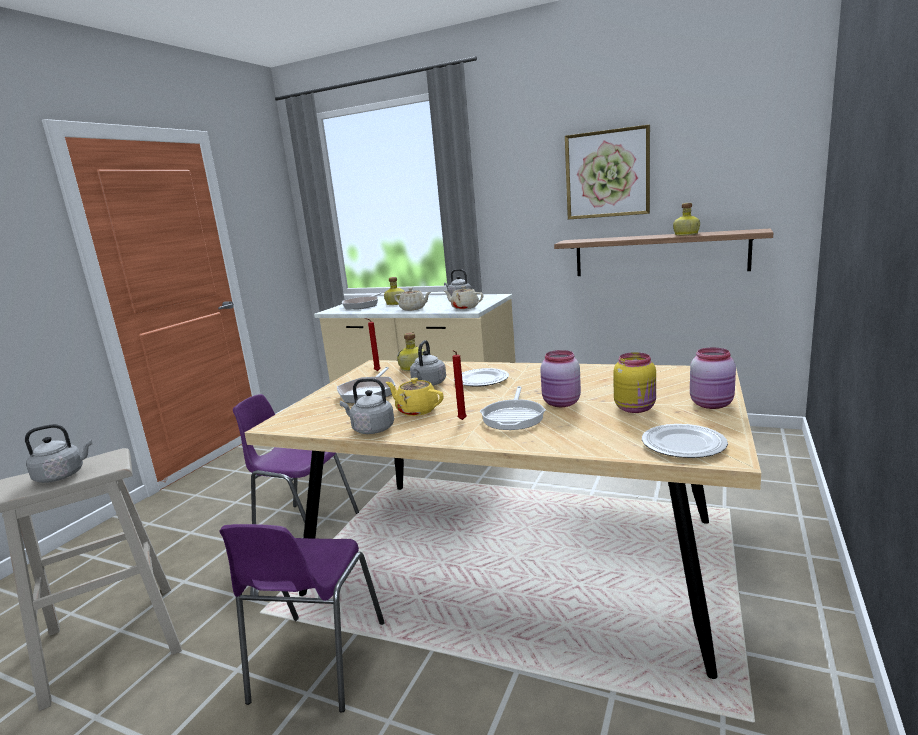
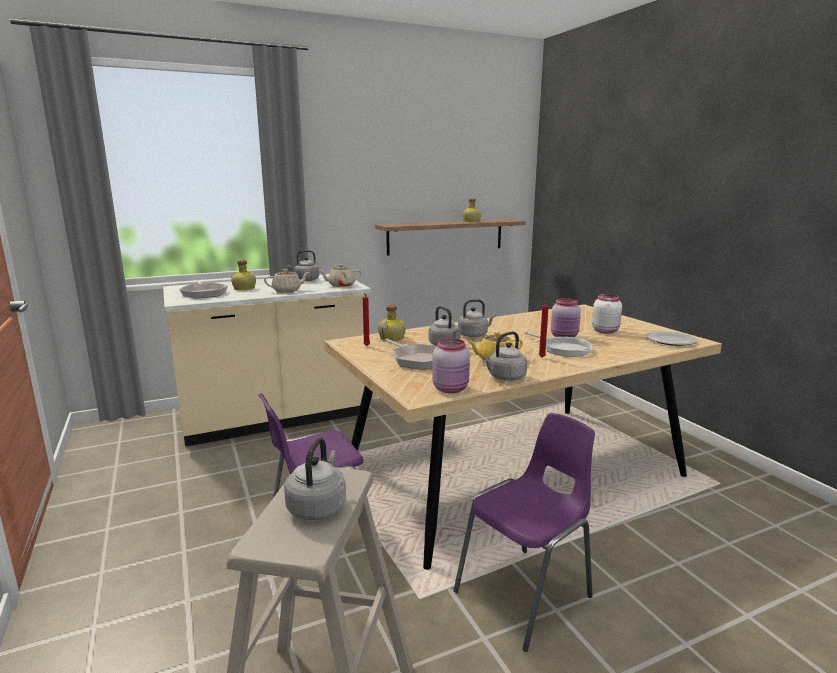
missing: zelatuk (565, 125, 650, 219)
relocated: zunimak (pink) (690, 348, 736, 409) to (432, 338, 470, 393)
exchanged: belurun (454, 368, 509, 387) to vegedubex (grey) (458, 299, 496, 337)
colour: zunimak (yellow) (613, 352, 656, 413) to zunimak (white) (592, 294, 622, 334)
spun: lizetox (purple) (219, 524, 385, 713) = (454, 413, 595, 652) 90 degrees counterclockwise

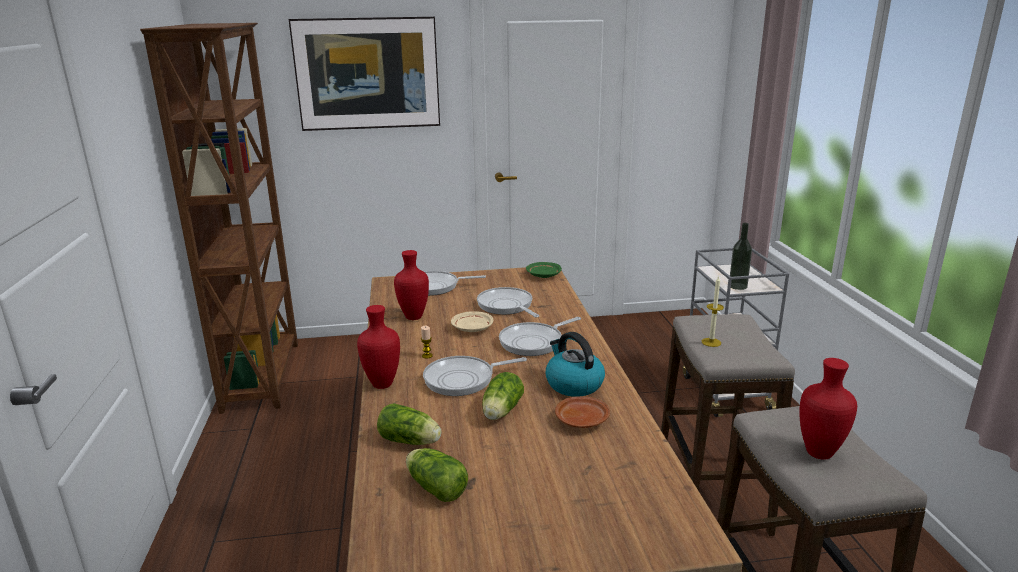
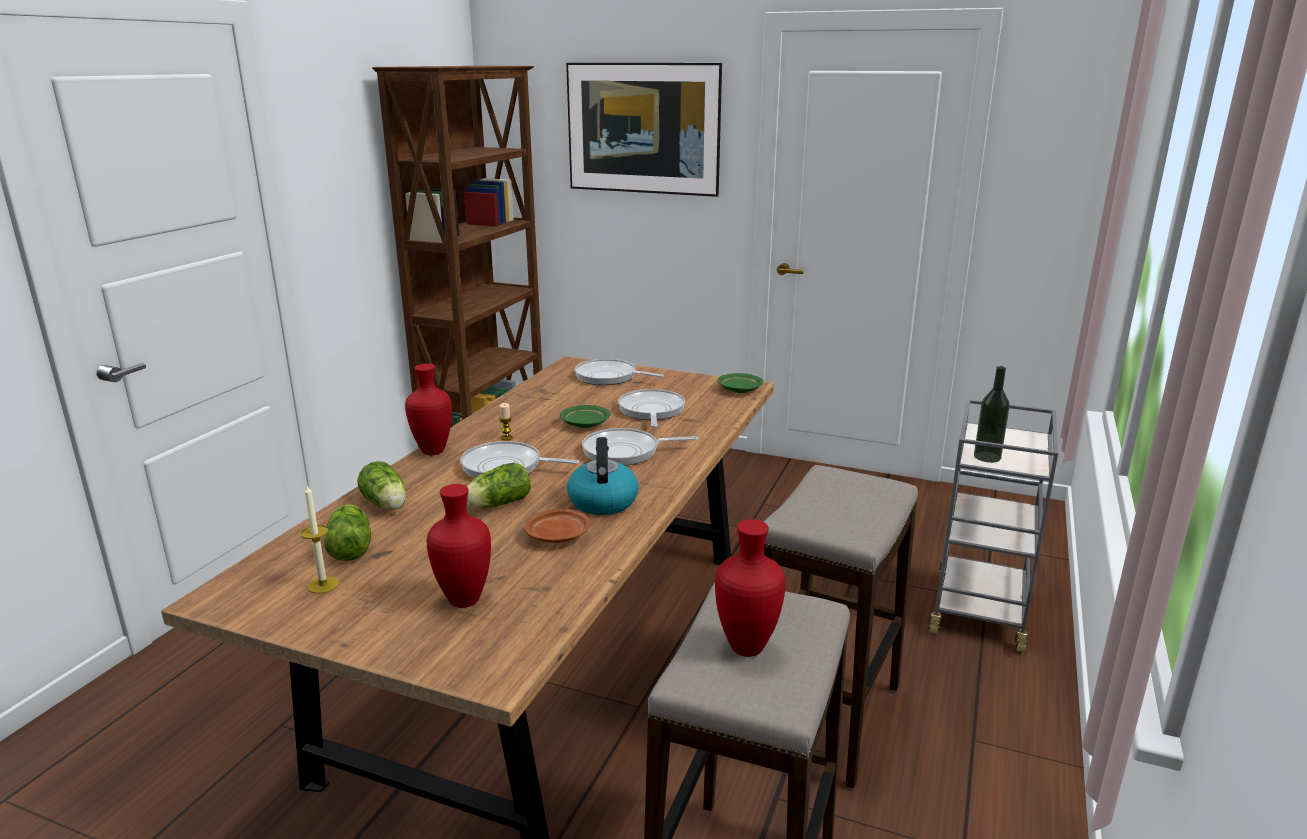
relocated: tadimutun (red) (394, 250, 429, 320) to (427, 484, 491, 608); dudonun (702, 275, 724, 347) to (301, 485, 339, 594)
colour: belurun (beige) (451, 311, 493, 332) to belurun (green) (560, 405, 611, 428)

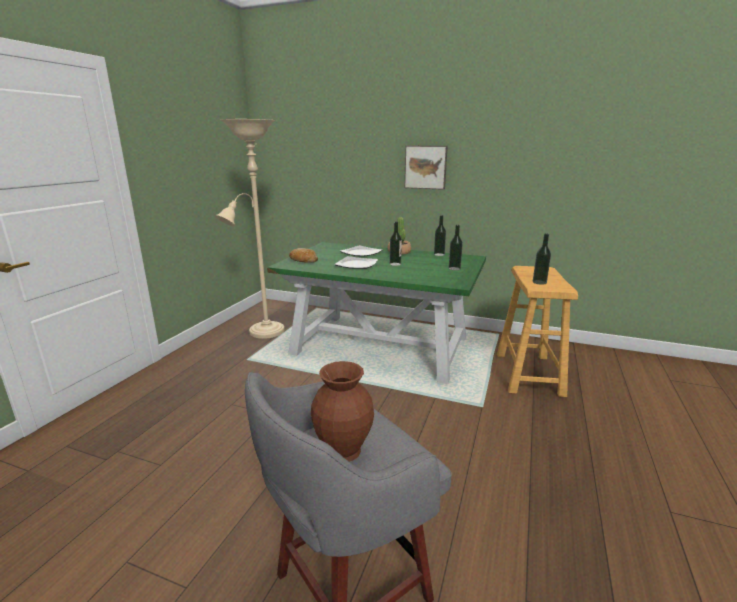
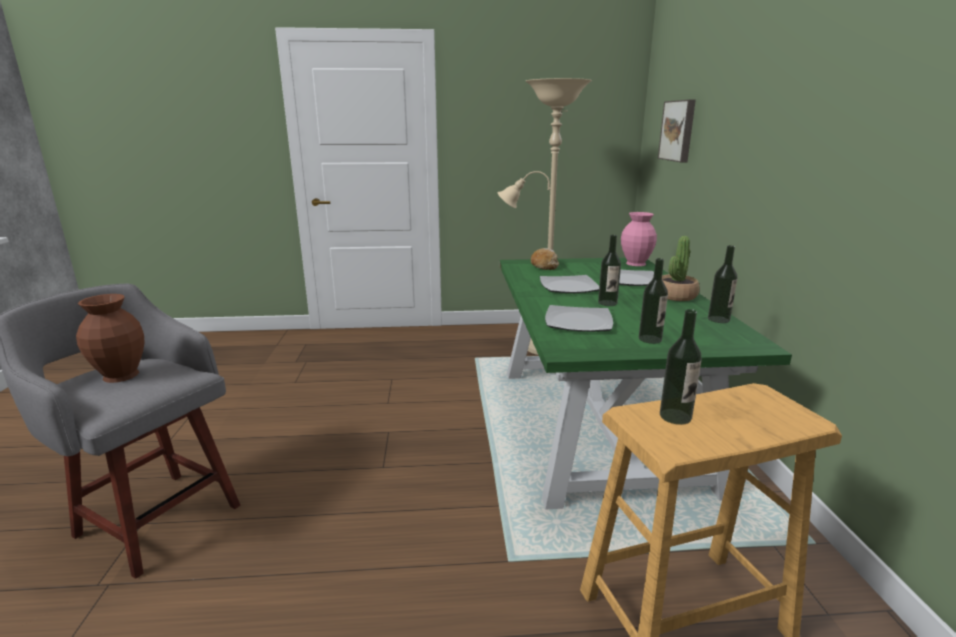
appeared: tadimutun (pink) (621, 212, 657, 266); belurun (545, 305, 613, 332)
relocated: zelatuk (404, 146, 448, 190) to (658, 99, 696, 162)

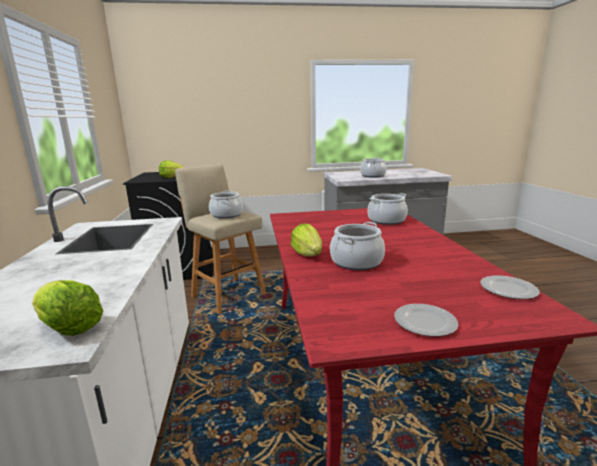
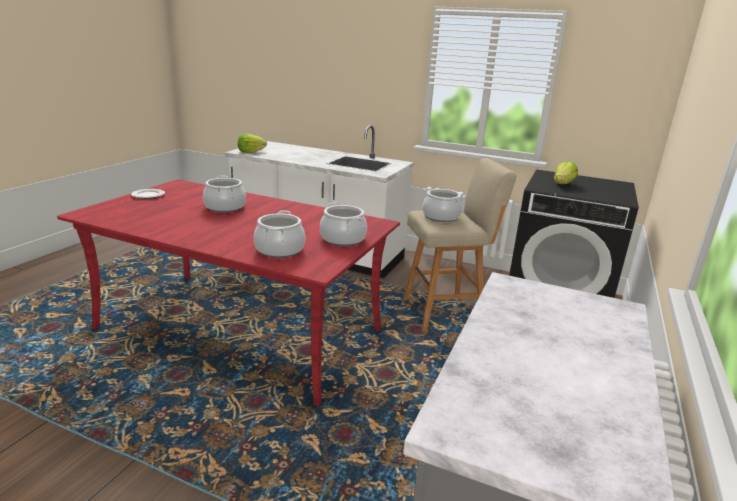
missing: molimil (291, 224, 322, 257); belurun (480, 275, 540, 299)
relocated: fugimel (360, 158, 387, 178) to (320, 203, 367, 246)

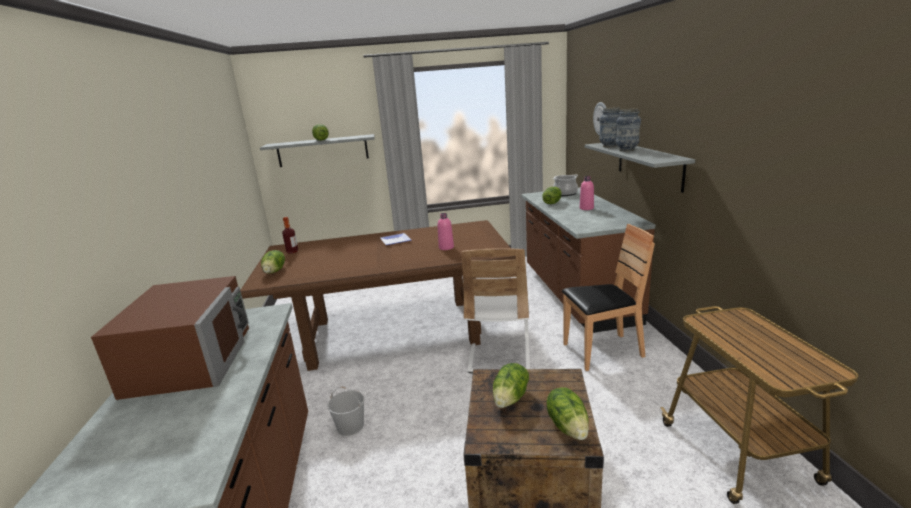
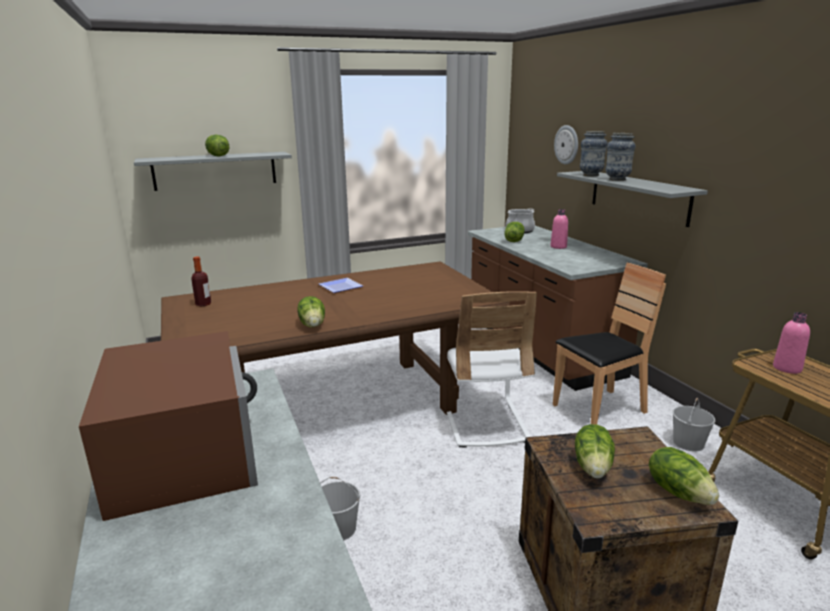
appeared: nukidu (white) (672, 398, 715, 452)
relocated: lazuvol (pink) (438, 213, 454, 250) to (773, 312, 810, 374); molimil (261, 250, 285, 273) to (297, 296, 325, 327)

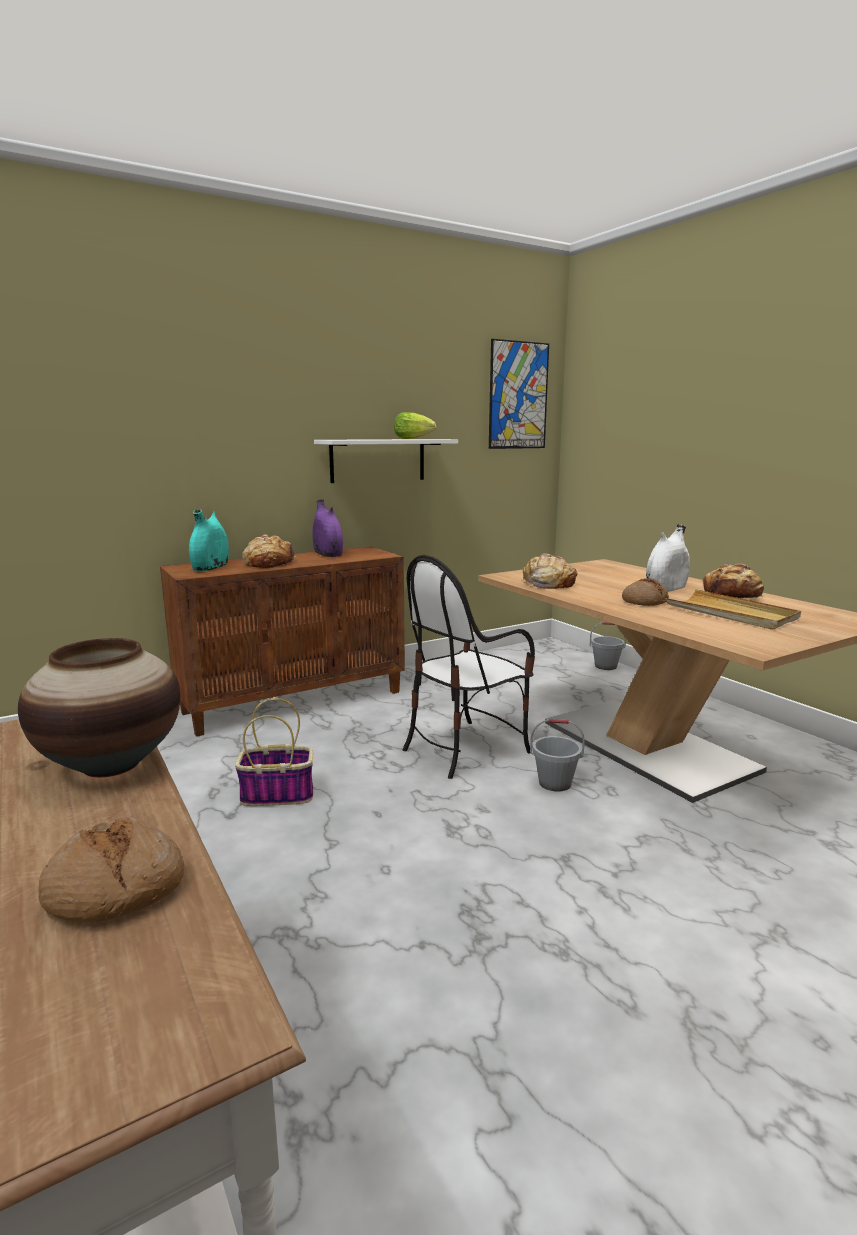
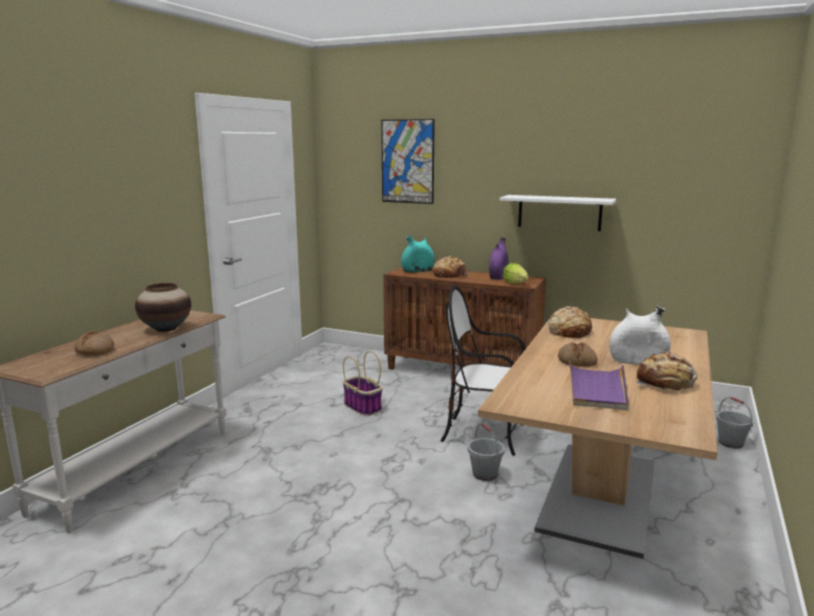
relocated: zelatuk (489, 339, 549, 449) to (381, 119, 435, 204); molimil (394, 412, 436, 439) to (503, 263, 529, 284)
colour: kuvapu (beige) (665, 589, 801, 630) to kuvapu (purple) (569, 360, 628, 411)

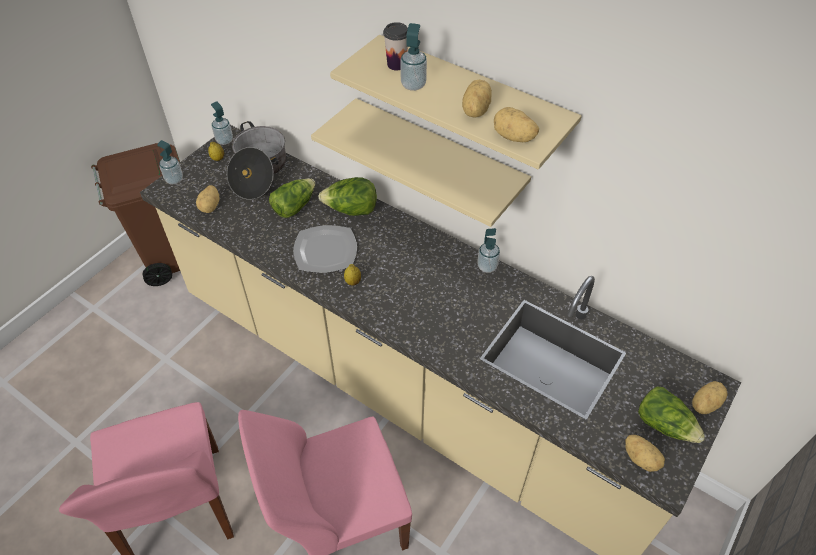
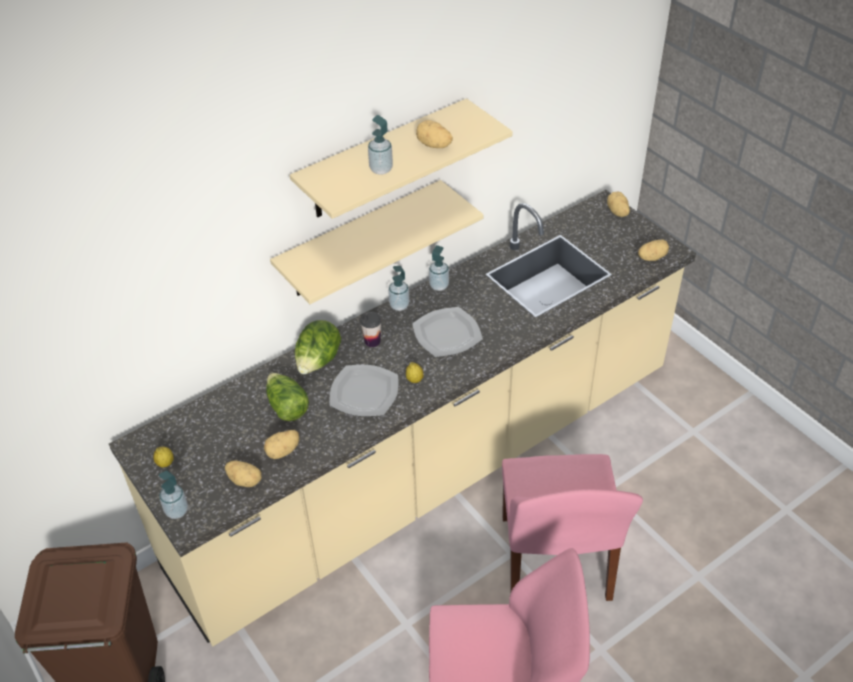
missing: fugimel (227, 121, 286, 200); molimil (638, 387, 705, 443)
appeared: belurun (412, 307, 483, 357)
relocated: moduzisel (383, 22, 408, 70) to (360, 311, 382, 347); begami (211, 101, 233, 145) to (388, 266, 409, 311); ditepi (494, 107, 539, 142) to (264, 430, 299, 459)

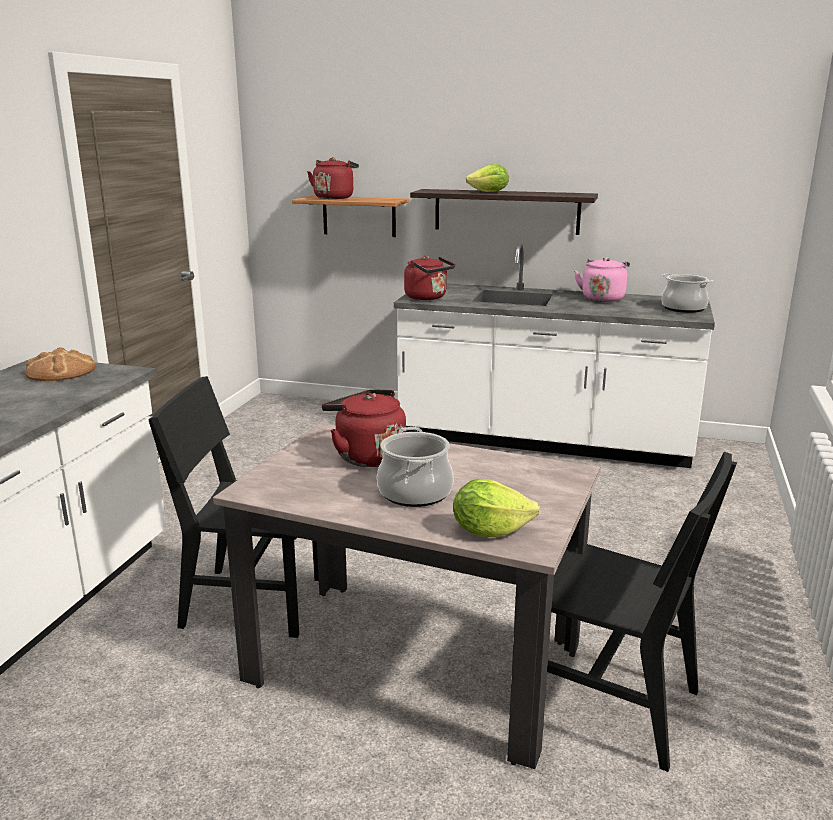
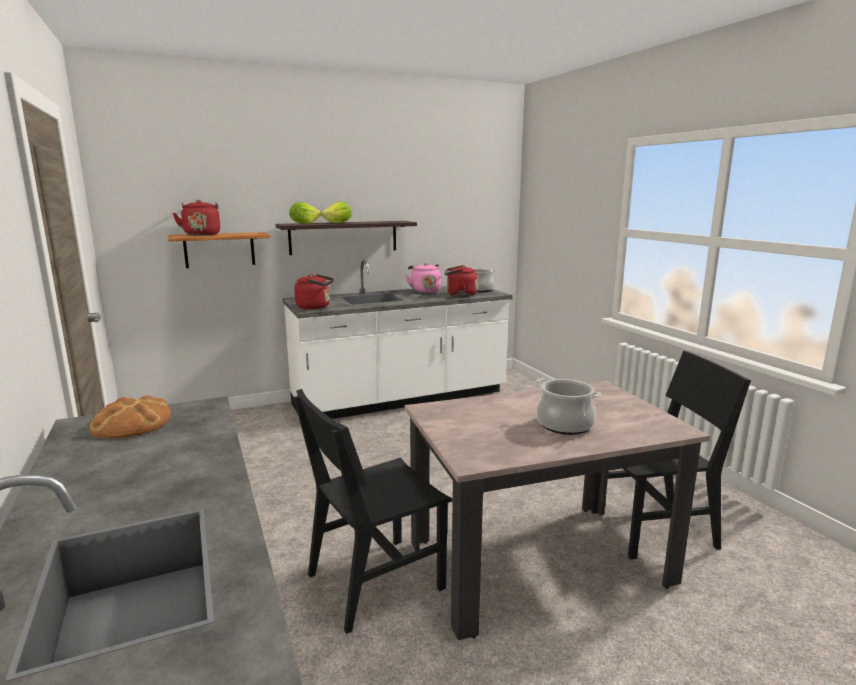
relocated: vegedubex (red) (322, 389, 406, 467) to (445, 265, 478, 297); molimil (453, 479, 540, 537) to (290, 202, 321, 224)

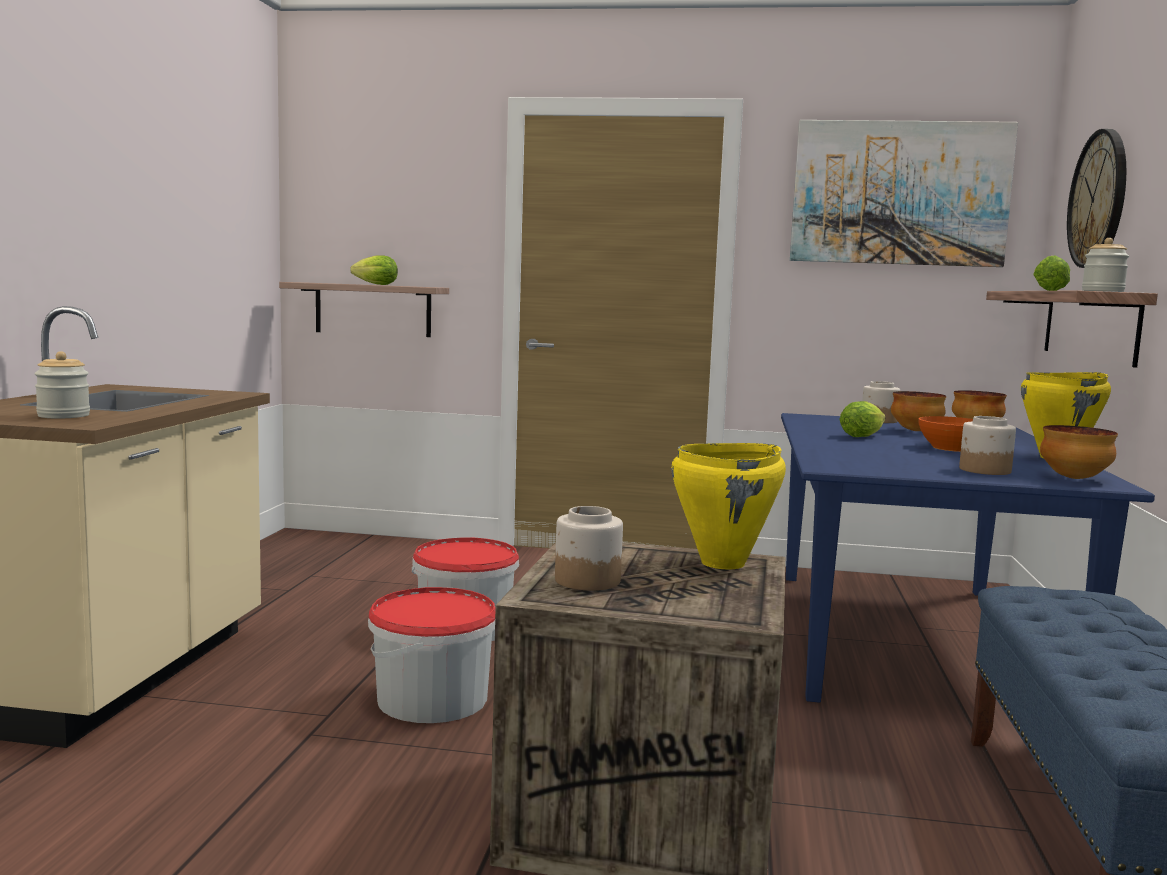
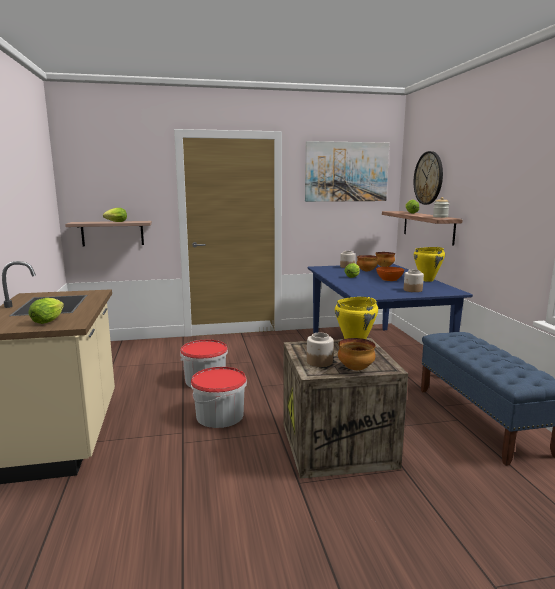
relocated: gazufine (1040, 425, 1118, 479) to (338, 338, 376, 370)
exchanged: zunimak (34, 351, 90, 419) to molimil (29, 298, 64, 324)

